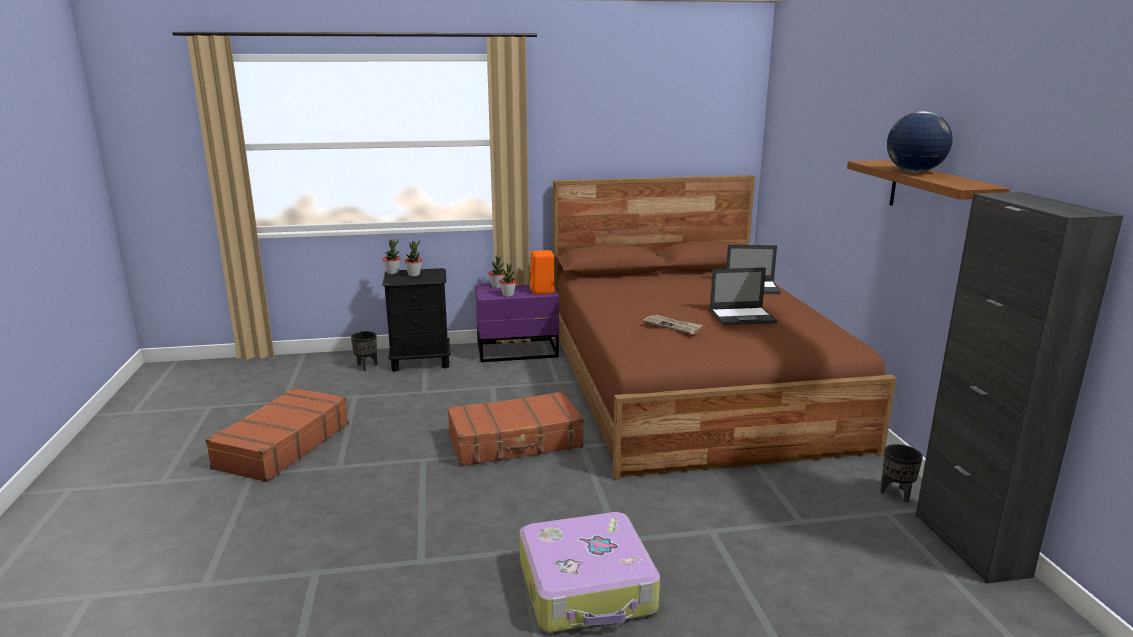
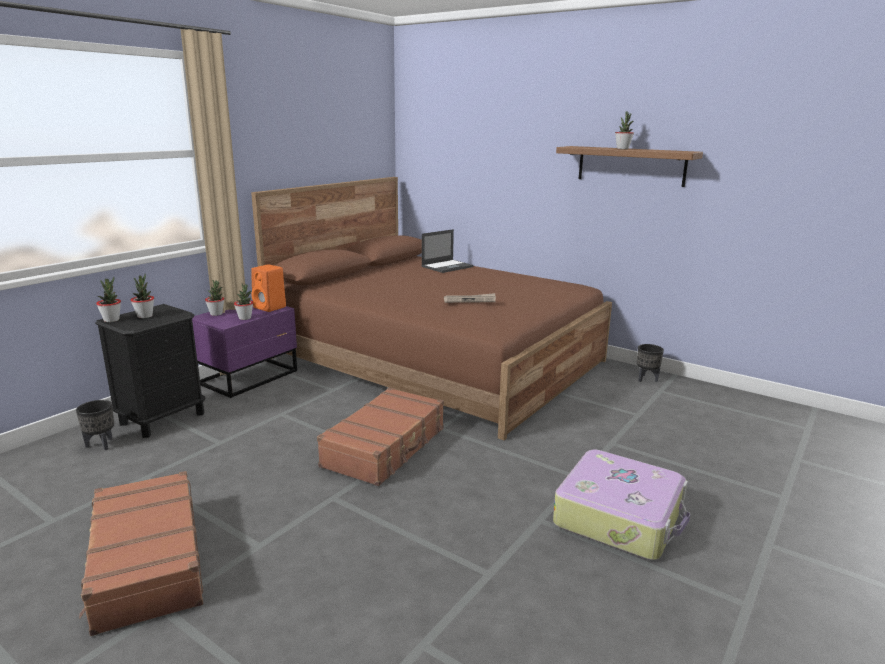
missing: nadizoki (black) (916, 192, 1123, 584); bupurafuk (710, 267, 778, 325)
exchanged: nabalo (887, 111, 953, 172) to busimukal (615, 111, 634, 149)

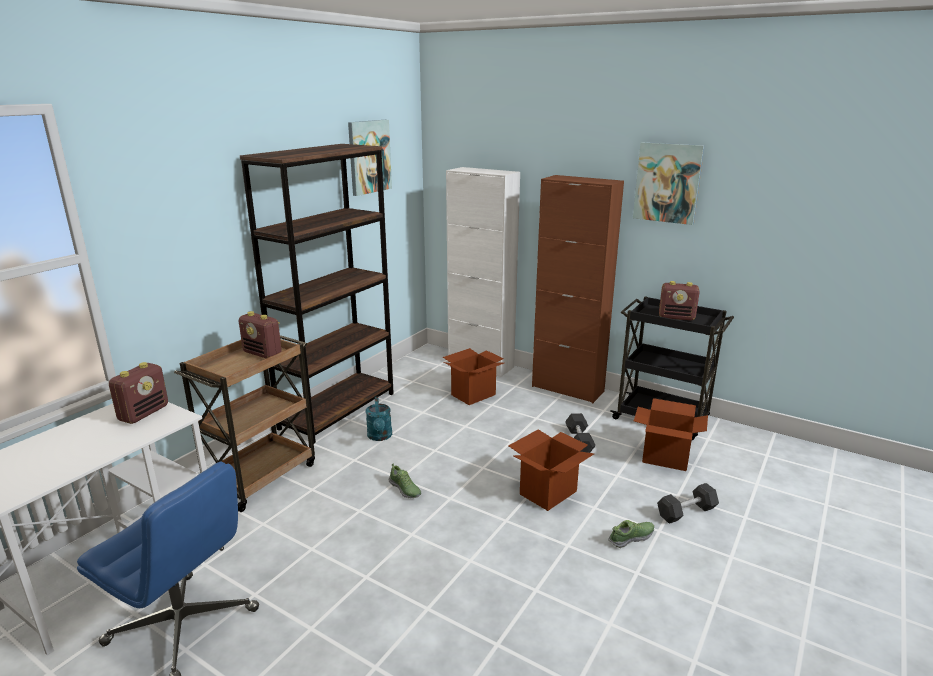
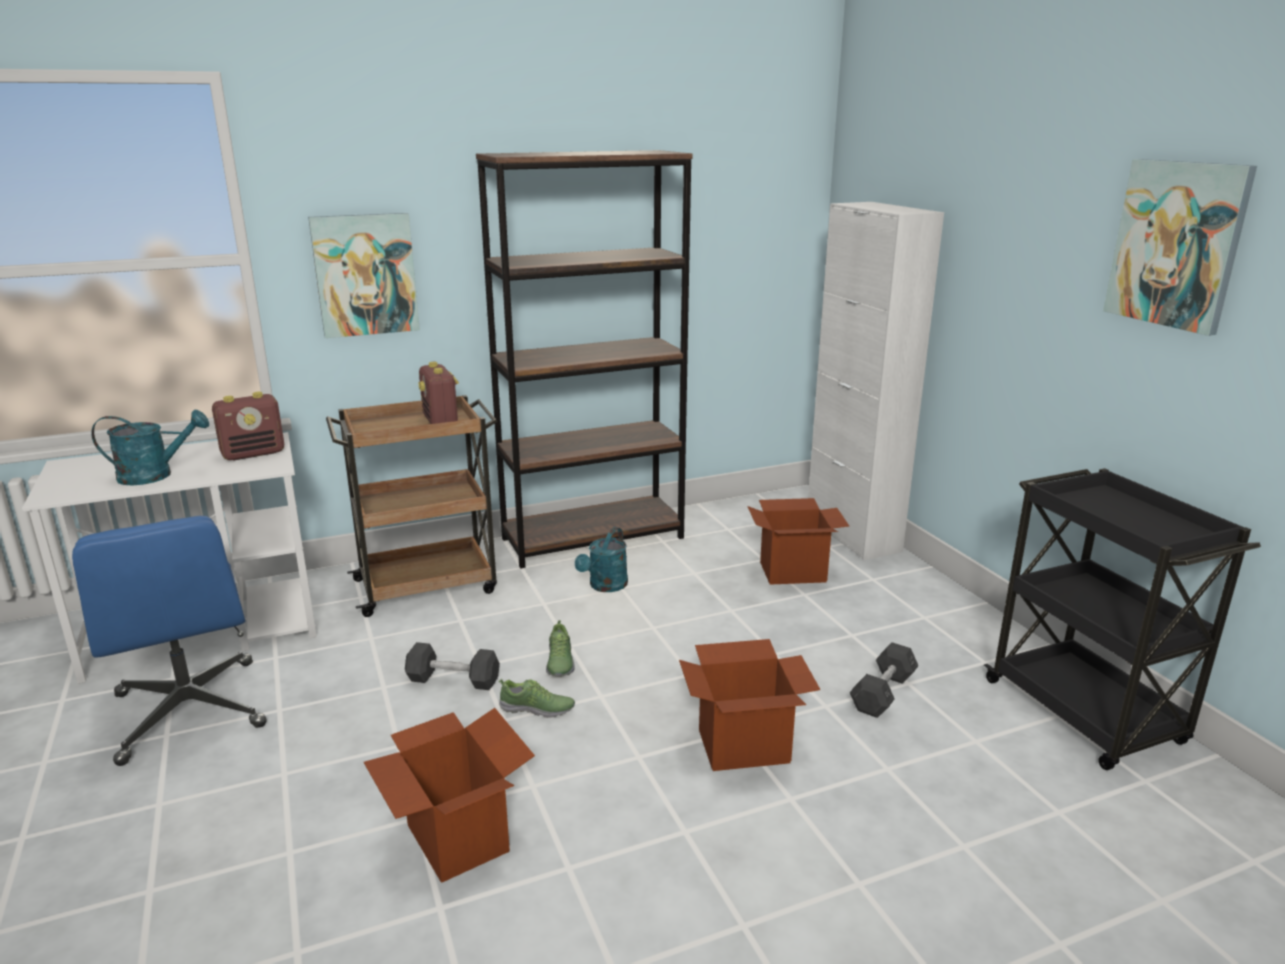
missing: nadizoki (brown) (532, 175, 624, 403); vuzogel (659, 281, 700, 321)
appeared: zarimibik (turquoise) (91, 410, 209, 485)
relocated: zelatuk (348, 120, 392, 196) to (308, 213, 420, 338); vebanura (634, 398, 708, 471) to (364, 708, 535, 883); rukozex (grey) (657, 483, 719, 524) to (405, 642, 500, 690); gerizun (608, 520, 654, 548) to (499, 679, 575, 718)

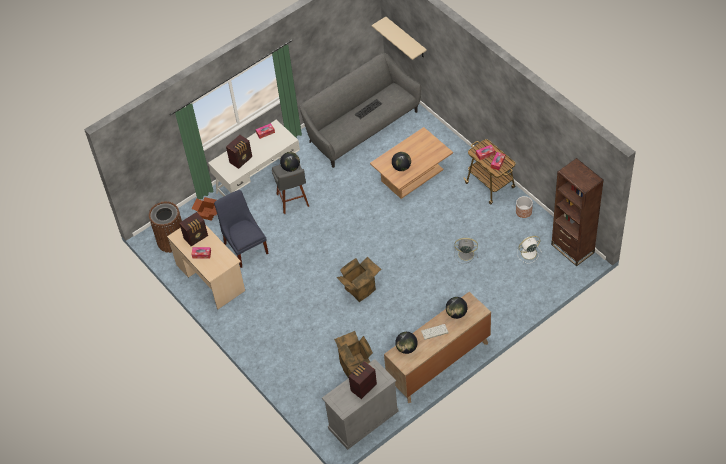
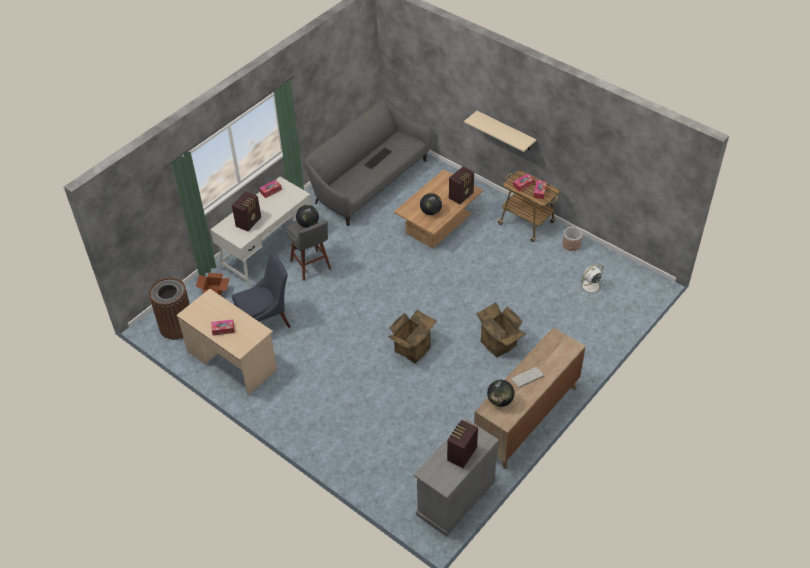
missing: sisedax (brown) (551, 158, 604, 266); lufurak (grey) (454, 238, 478, 264); nabalo (446, 297, 467, 319)
relocated: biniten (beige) (372, 17, 427, 60) to (464, 111, 536, 152); vuzogel (179, 212, 208, 246) to (449, 166, 474, 205); vebanura (334, 331, 373, 378) to (476, 302, 525, 357)
spun: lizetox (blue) (214, 190, 269, 268) = (232, 253, 291, 328) 105 degrees clockwise

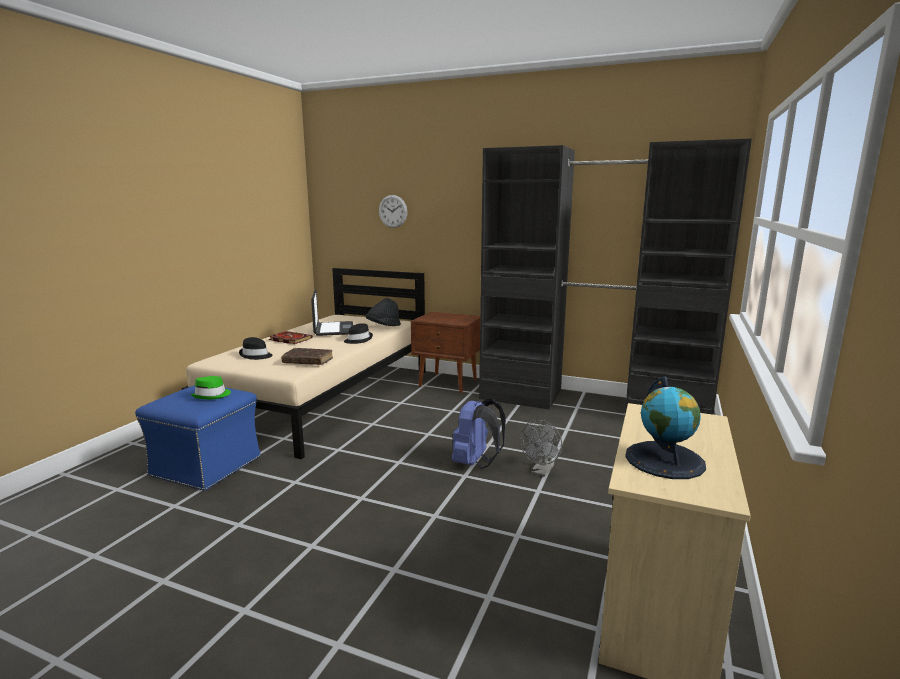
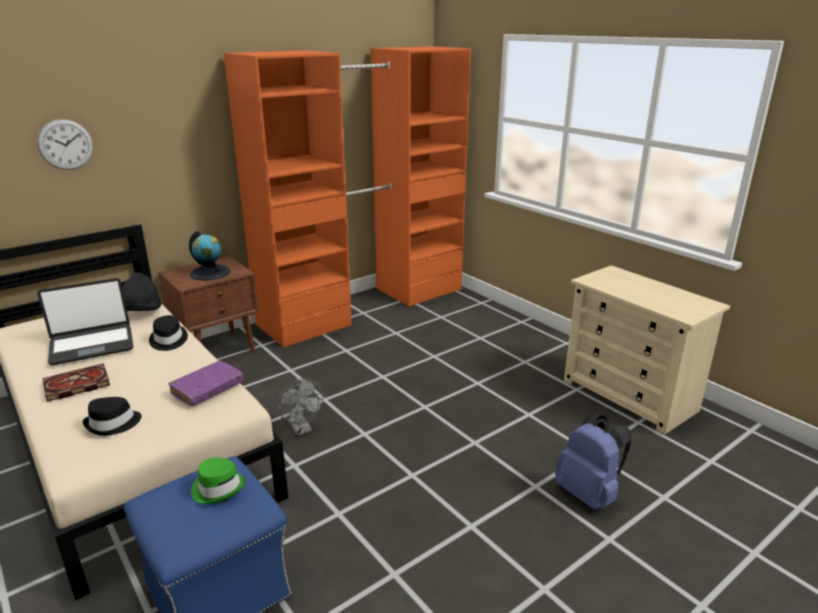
relocated: nabalo (625, 376, 706, 479) to (189, 231, 230, 281); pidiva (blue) (452, 398, 506, 468) to (555, 413, 632, 510); lufurak (grey) (520, 420, 562, 477) to (278, 379, 323, 436)
colour: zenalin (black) (479, 139, 752, 415) to zenalin (orange) (224, 46, 471, 347); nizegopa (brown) (281, 348, 333, 365) to nizegopa (purple) (168, 361, 244, 406)
spun: bupurafuk (311, 290, 353, 336) = (37, 278, 133, 365) 135 degrees clockwise

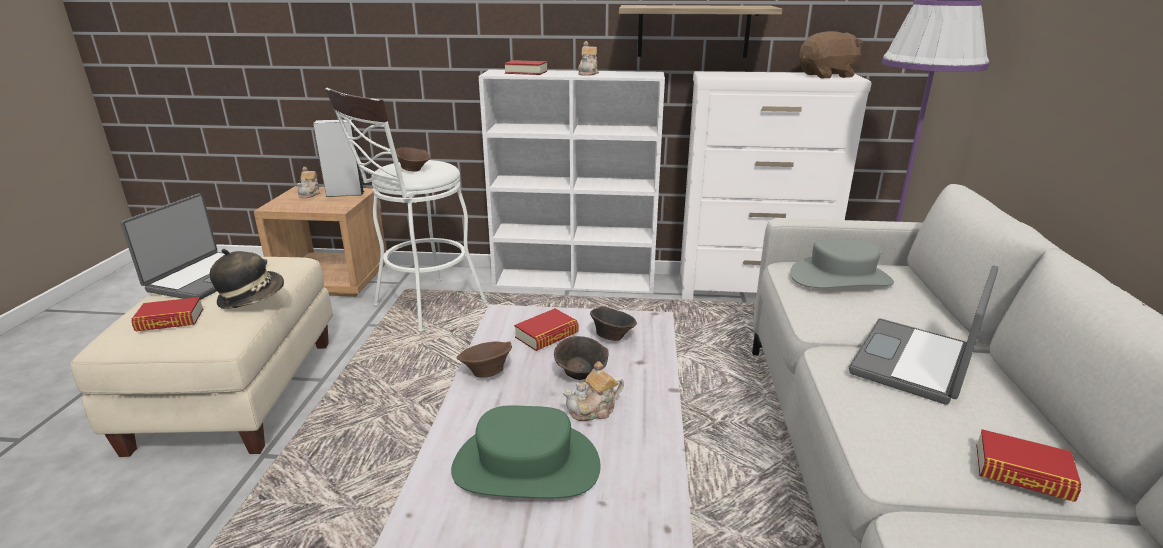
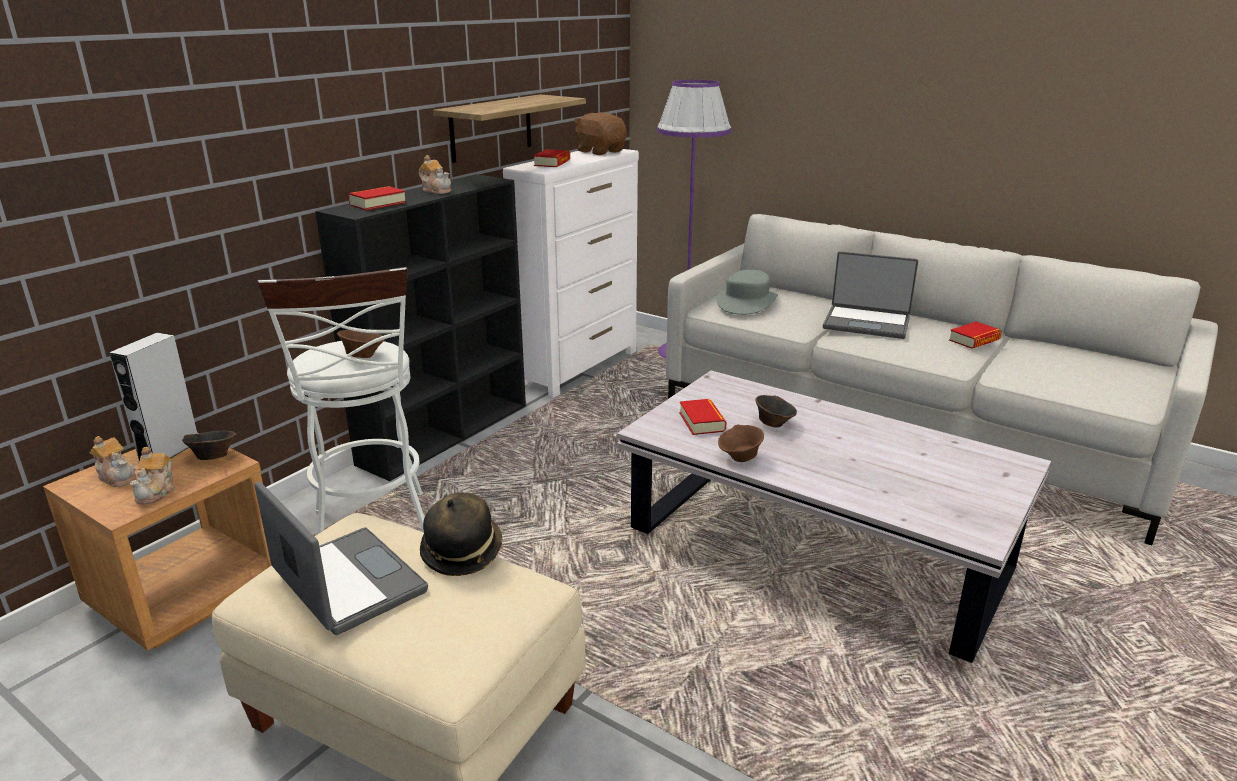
missing: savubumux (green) (451, 405, 601, 498)
relocated: nizegopa (131, 297, 203, 331) to (533, 149, 570, 167); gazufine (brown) (590, 306, 637, 341) to (182, 430, 237, 460); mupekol (563, 361, 624, 421) to (130, 447, 176, 504)
colour: sisedax (white) (479, 70, 665, 294) to sisedax (black) (315, 174, 526, 481)
spun: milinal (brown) (799, 31, 862, 78) = (574, 113, 627, 155) 60 degrees counterclockwise; bupurafuk (849, 266, 998, 405) = (823, 251, 918, 339) 45 degrees counterclockwise

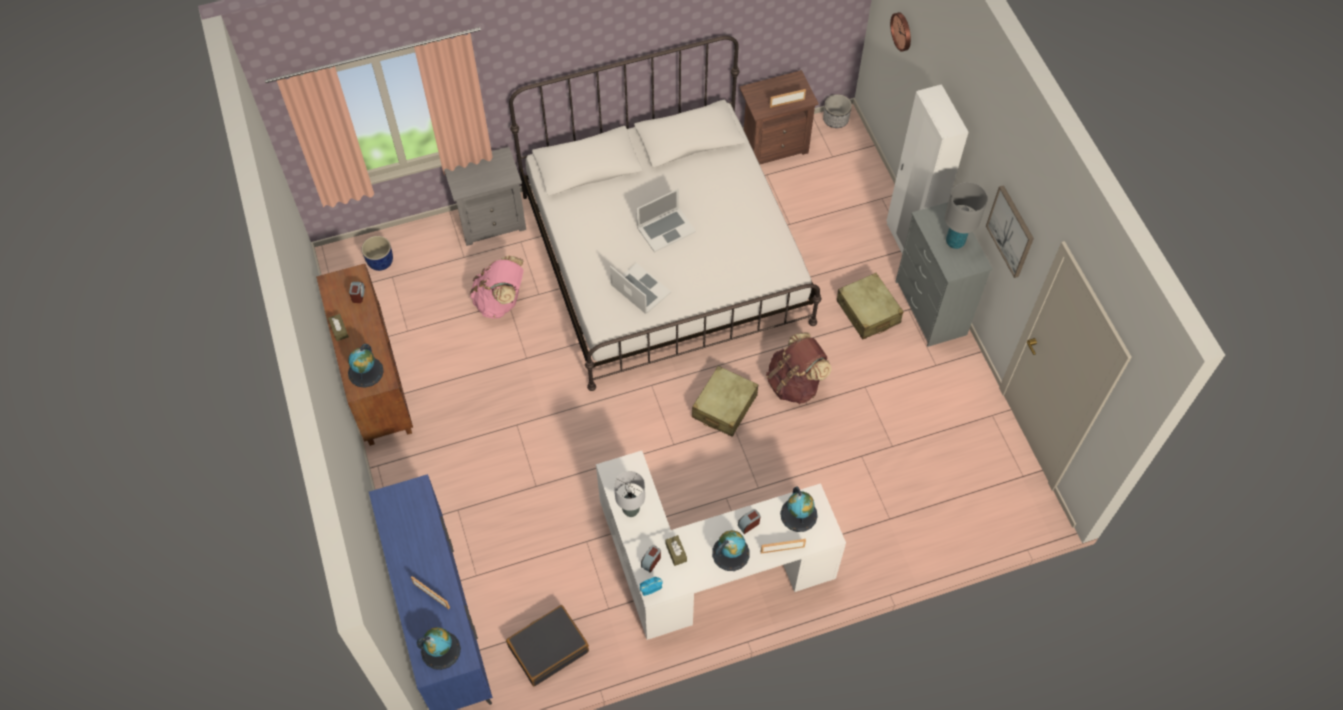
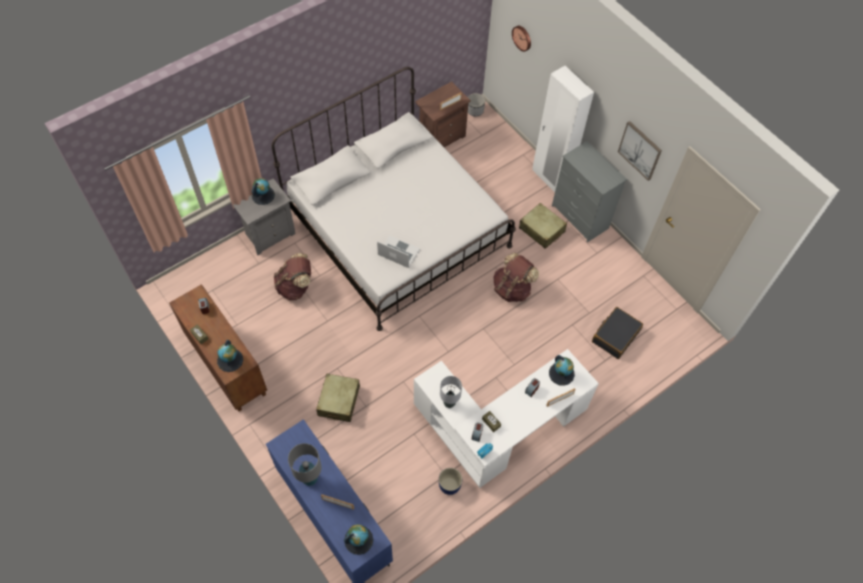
missing: bupurafuk (636, 188, 696, 252)
relocated: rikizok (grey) (945, 182, 988, 249) to (288, 443, 322, 486); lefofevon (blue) (362, 236, 393, 271) to (439, 468, 462, 495); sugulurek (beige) (692, 366, 758, 437) to (316, 374, 360, 422); nabalo (712, 530, 750, 571) to (252, 178, 275, 205); sugulurek (black) (506, 605, 589, 686) to (592, 307, 643, 359)
colour: pidiva (pink) (470, 256, 524, 319) to pidiva (brown) (274, 253, 311, 300)

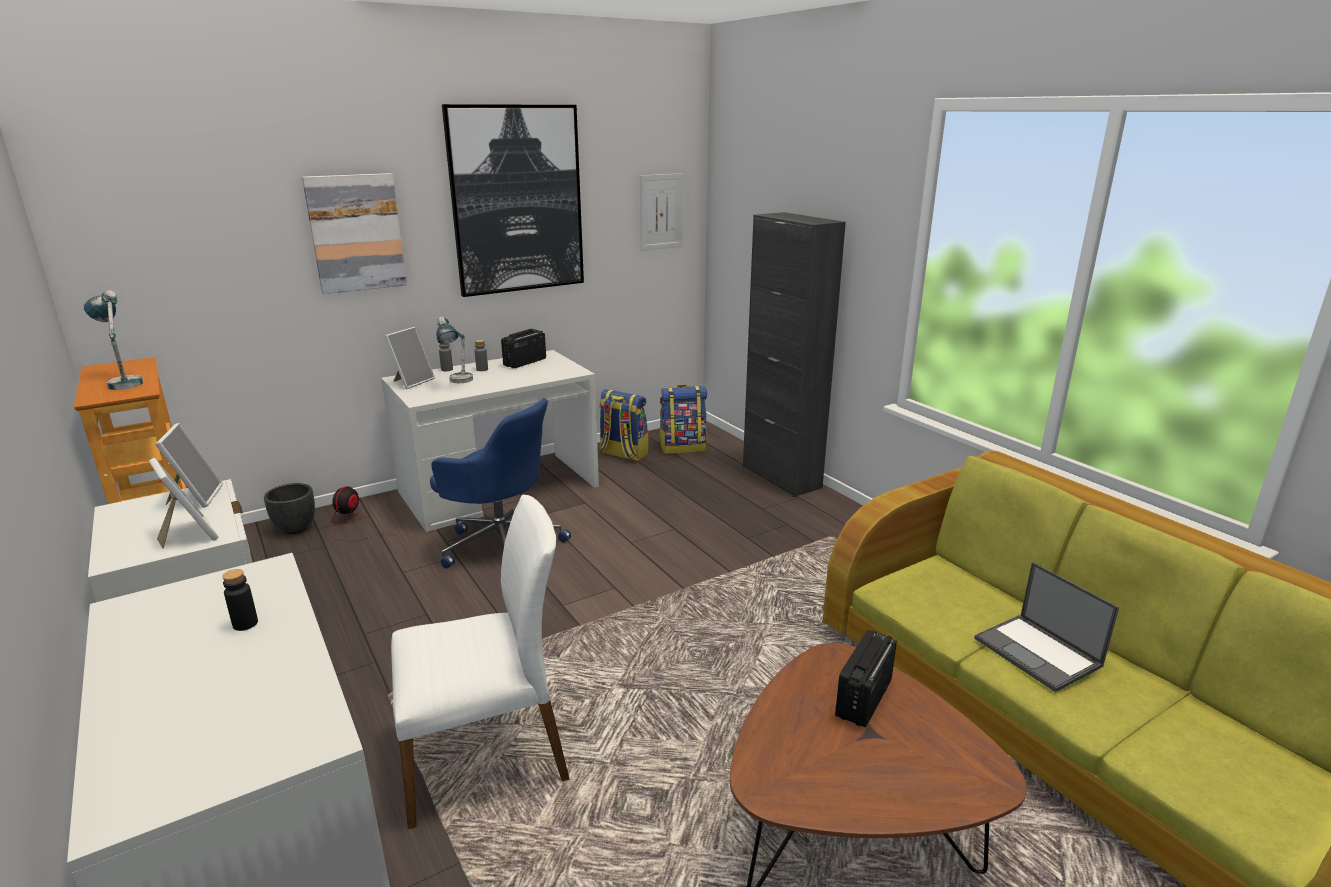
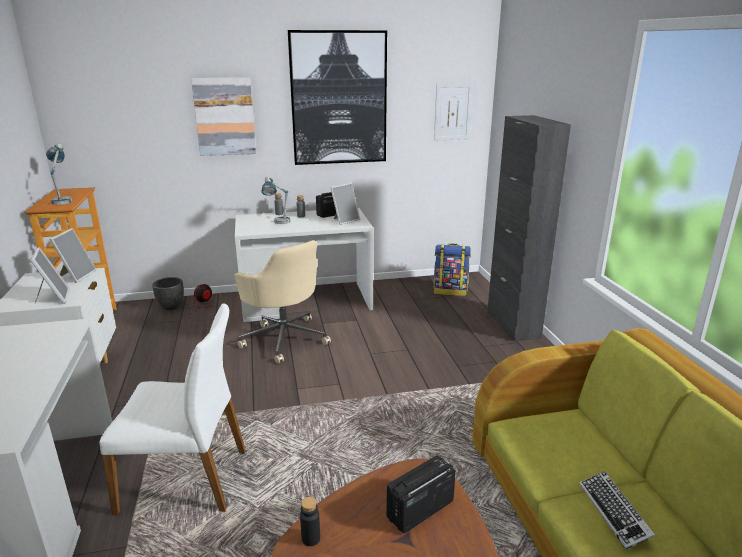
missing: pidiva (599, 389, 648, 461)
relocated: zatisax (385, 327, 435, 389) to (330, 183, 360, 225); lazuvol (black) (222, 569, 258, 631) to (300, 497, 320, 546)
exchanged: bupurafuk (974, 562, 1119, 692) to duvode (579, 471, 656, 549)
colour: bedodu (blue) (430, 399, 571, 569) to bedodu (beige) (235, 240, 331, 364)

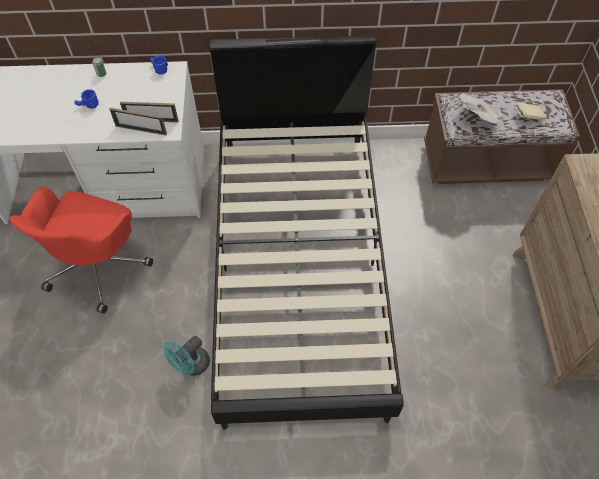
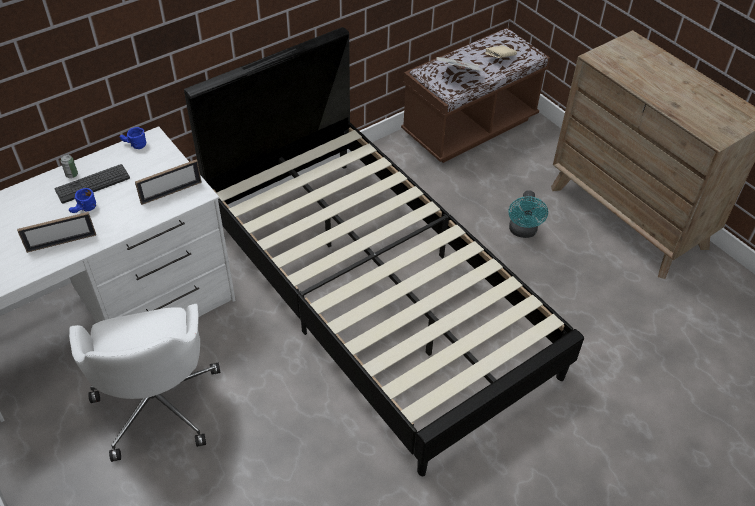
appeared: duvode (55, 164, 130, 204)
relocated: zatisax (109, 108, 167, 135) to (17, 212, 96, 253); lufurak (turquoise) (163, 336, 210, 376) to (508, 190, 548, 238)
colour: bedodu (red) (9, 187, 153, 314) to bedodu (white) (69, 304, 220, 462)

